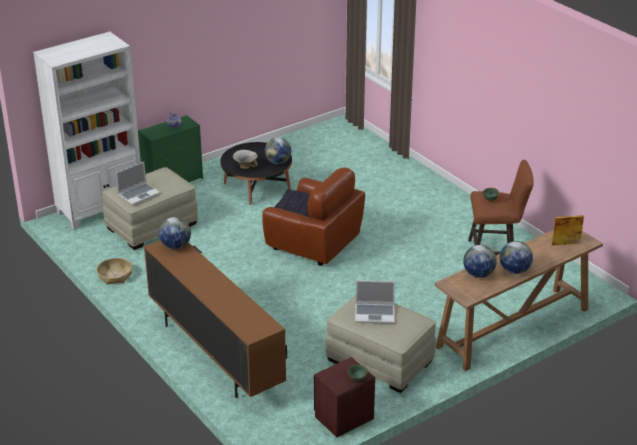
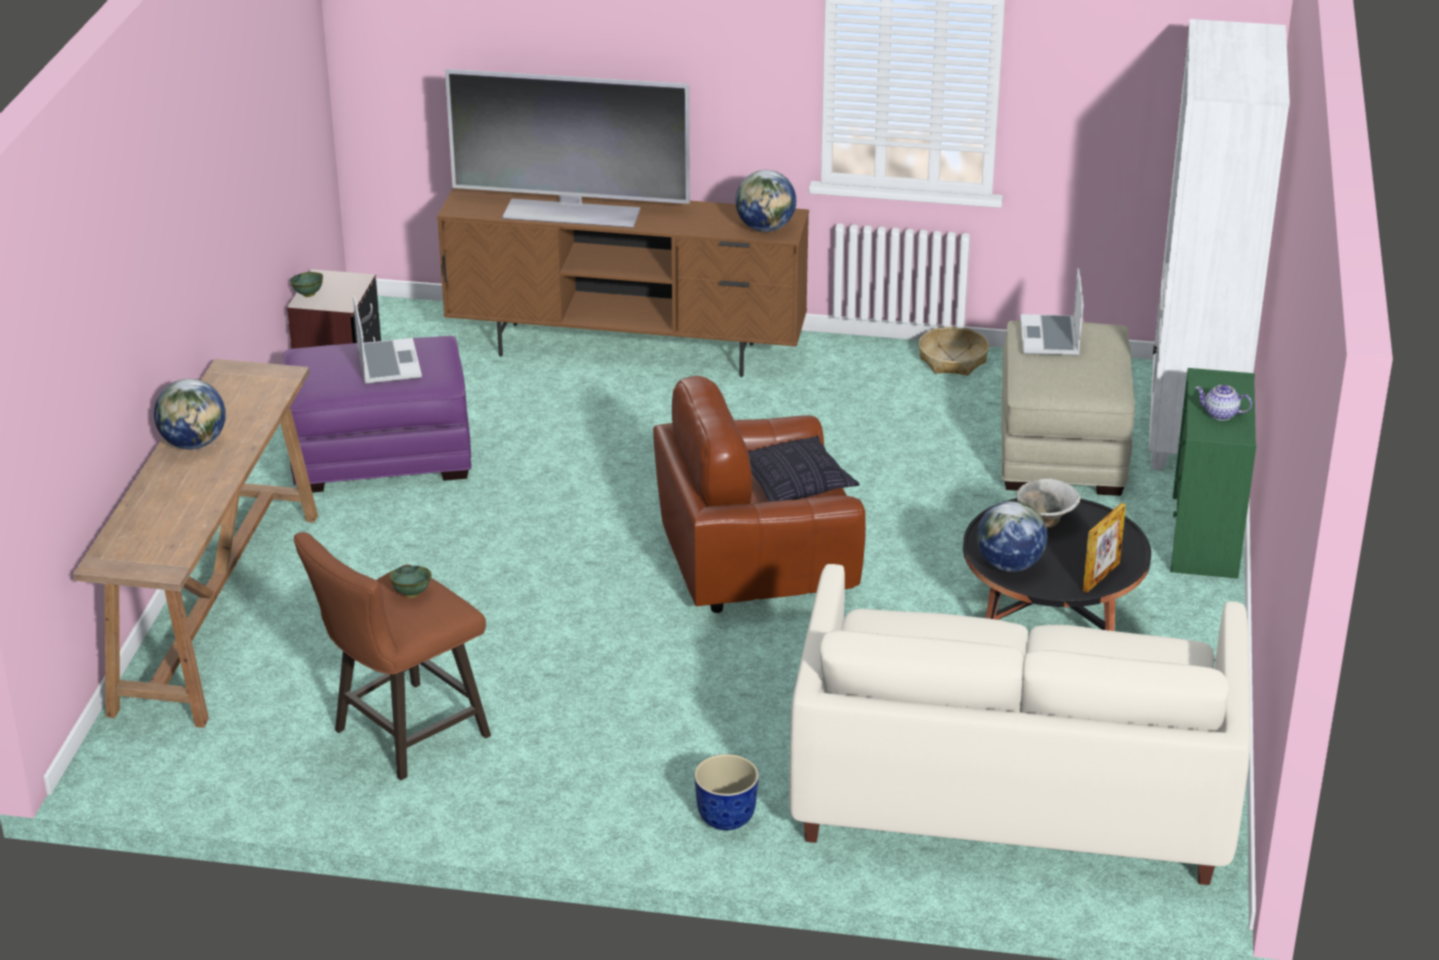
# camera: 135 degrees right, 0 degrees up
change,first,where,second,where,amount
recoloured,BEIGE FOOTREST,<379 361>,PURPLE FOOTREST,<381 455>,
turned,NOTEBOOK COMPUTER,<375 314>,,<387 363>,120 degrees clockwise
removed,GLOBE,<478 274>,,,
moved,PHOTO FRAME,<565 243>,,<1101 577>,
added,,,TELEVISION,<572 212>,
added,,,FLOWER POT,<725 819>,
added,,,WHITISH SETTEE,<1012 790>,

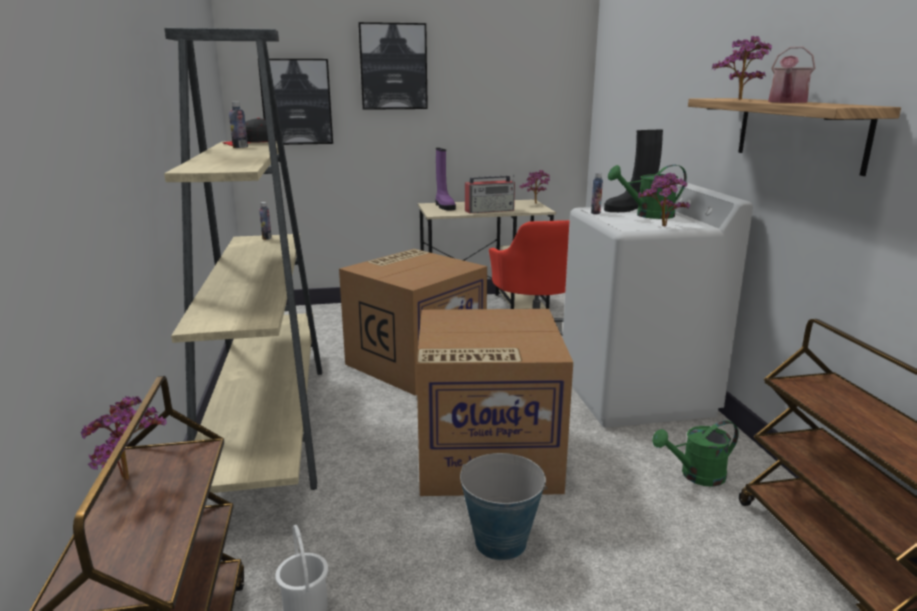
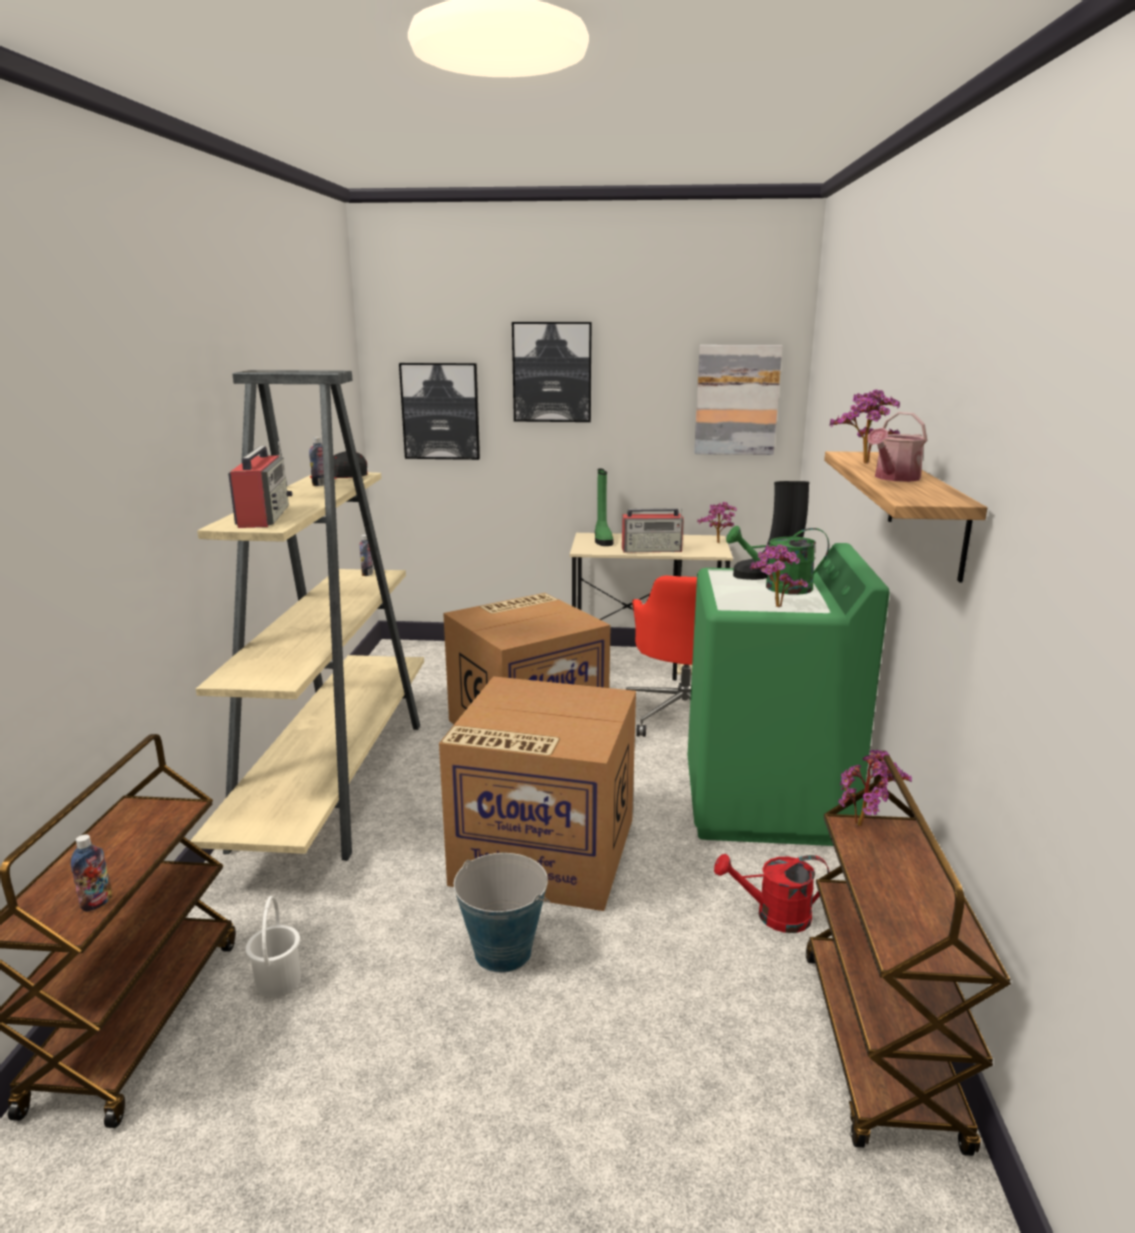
# camera: 15 degrees right, 0 degrees up
change,first,where,second,where,amount
moved,PLANT IN A POT,<132 479>,,<865 827>,
recoloured,PURPLE BOOT,<444 206>,GREENISH BOOT,<602 540>,
recoloured,WHITISH LAUNDRY APPLIANCE,<636 394>,GREENISH LAUNDRY APPLIANCE,<766 803>,
moved,DRINK BOTTLE,<595 212>,,<97 903>,
recoloured,GREENISH WATERING POT,<696 476>,RED WATERING POT,<773 916>,
added,,,RADIO SET,<263 516>,
added,,,WALL PICTURE,<736 400>,

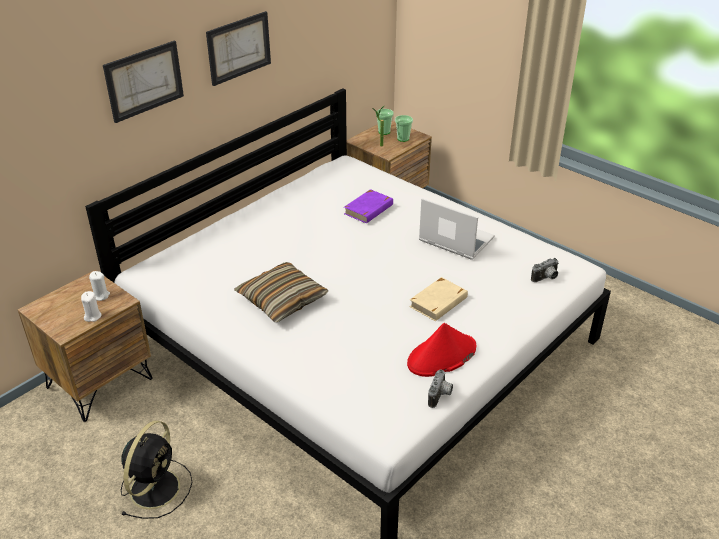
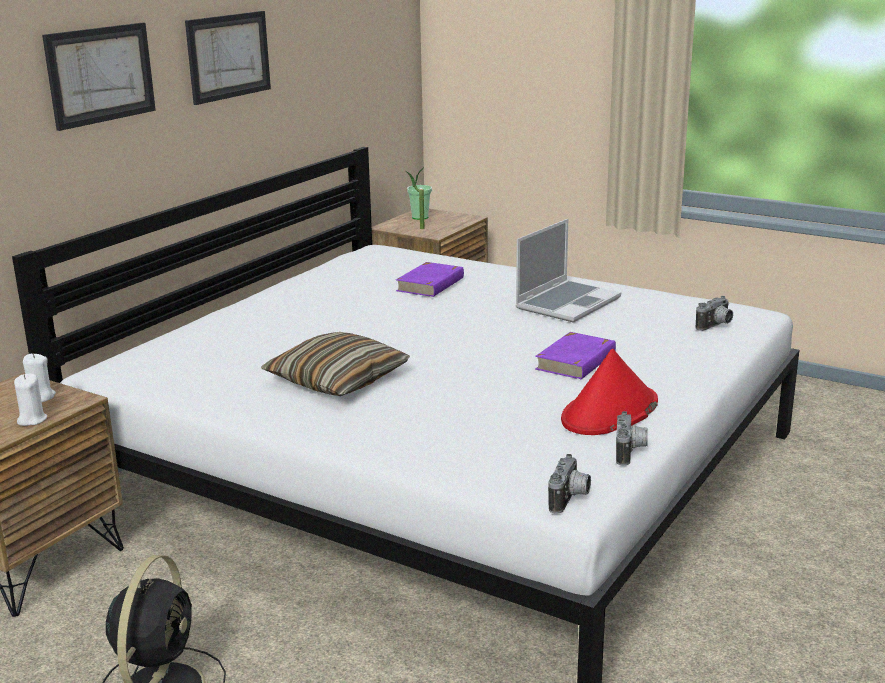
# camera: 10 degrees left, 15 degrees down
change,first,where,second,where,amount
removed,SMALL CUP,<403 138>,,,
recoloured,BEIGE VOLUME,<439 302>,PURPLE VOLUME,<576 361>,
turned,NOTEBOOK COMPUTER,<454 240>,,<567 303>,105 degrees clockwise
added,,,PHOTO CAMERA,<570 499>,

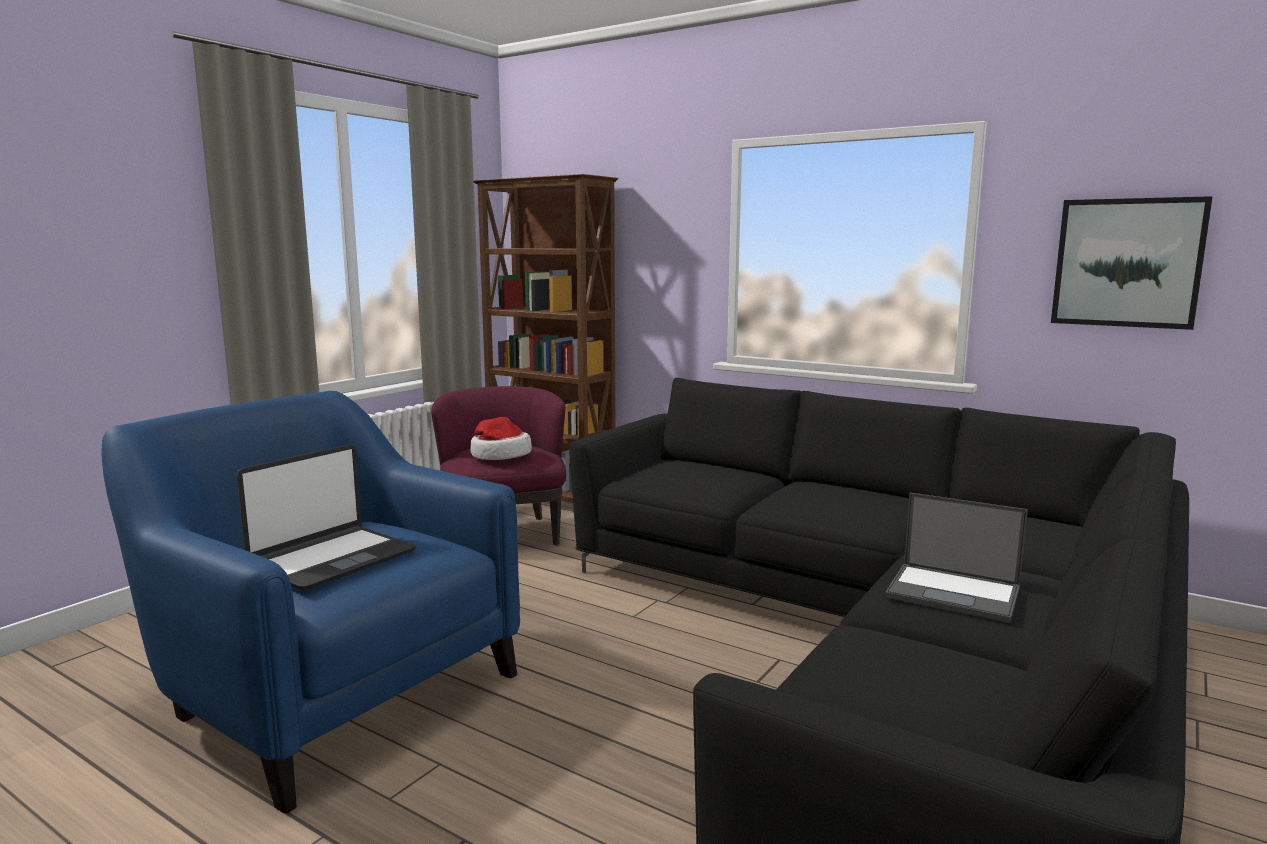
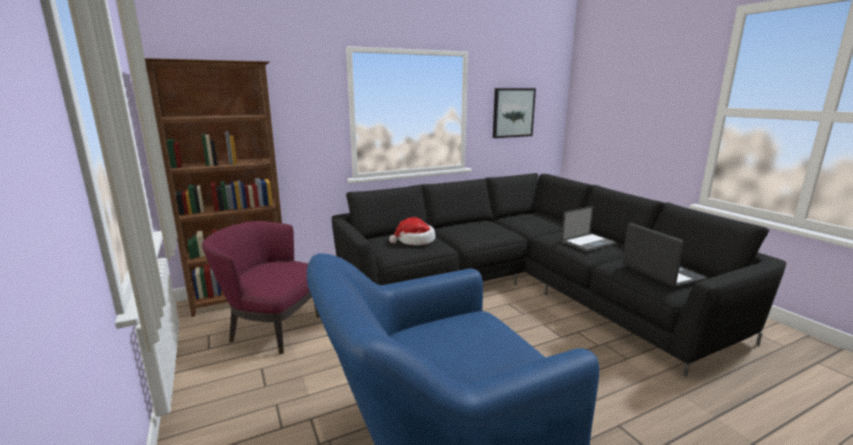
# camera: 60 degrees left, 5 degrees up
change,first,where,second,where,amount
moved,NOTEBOOK COMPUTER,<332 559>,,<661 273>,
moved,HAT,<499 455>,,<415 241>,

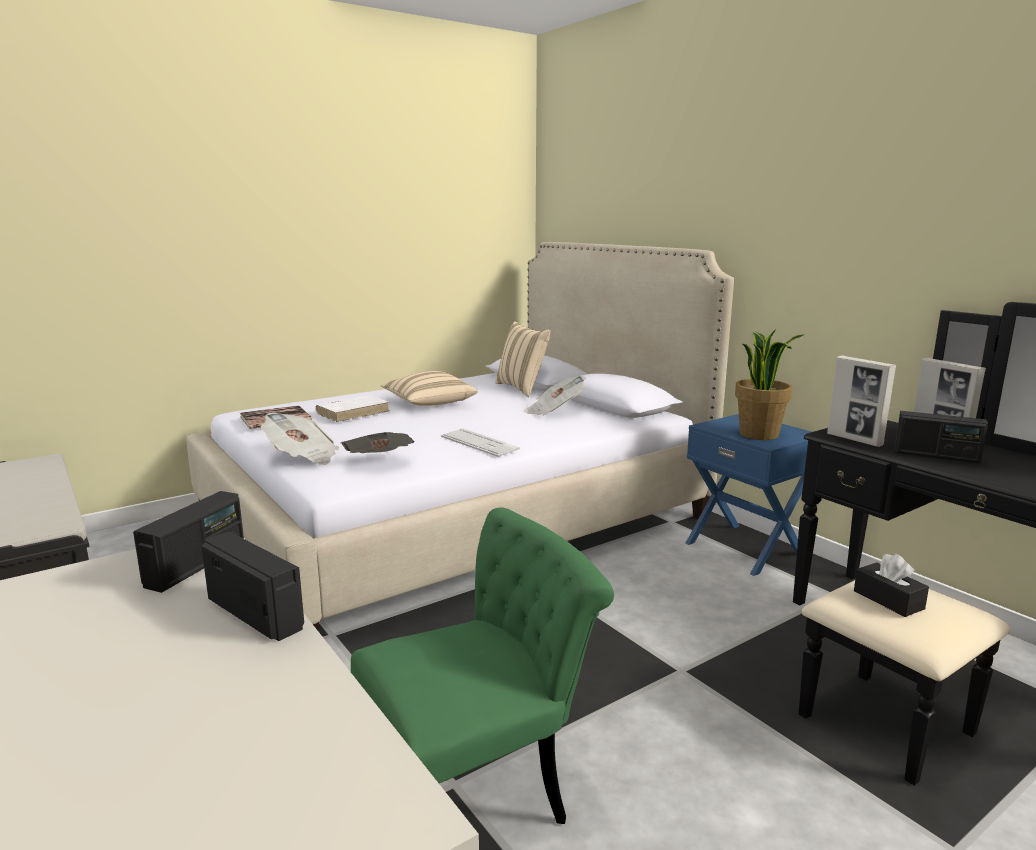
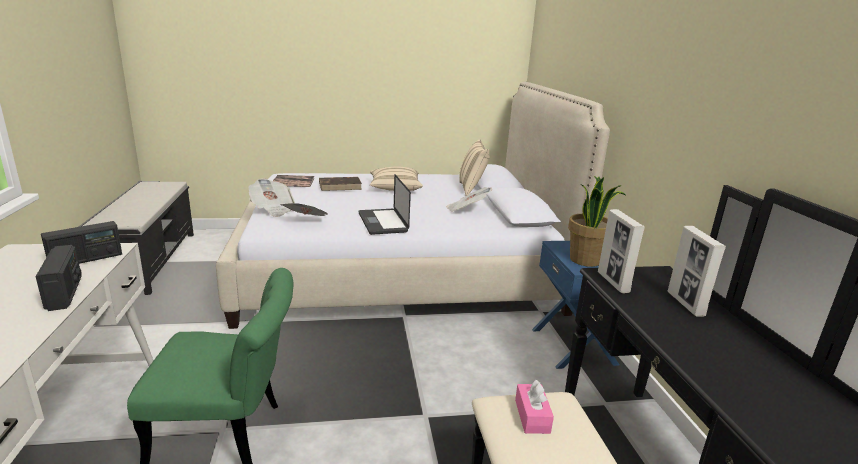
# camera: 25 degrees right, 5 degrees up
change,first,where,second,where,amount
recoloured,WHITISH VOLUME,<353 412>,BROWN VOLUME,<340 186>,
replaced,PC KEYBOARD,<479 443>,NOTEBOOK COMPUTER,<382 222>,
recoloured,BLACK-COLOURED BOX OF TISSUES,<888 600>,PINK-COLOURED BOX OF TISSUES,<532 416>,
removed,RADIO SET,<936 456>,,,

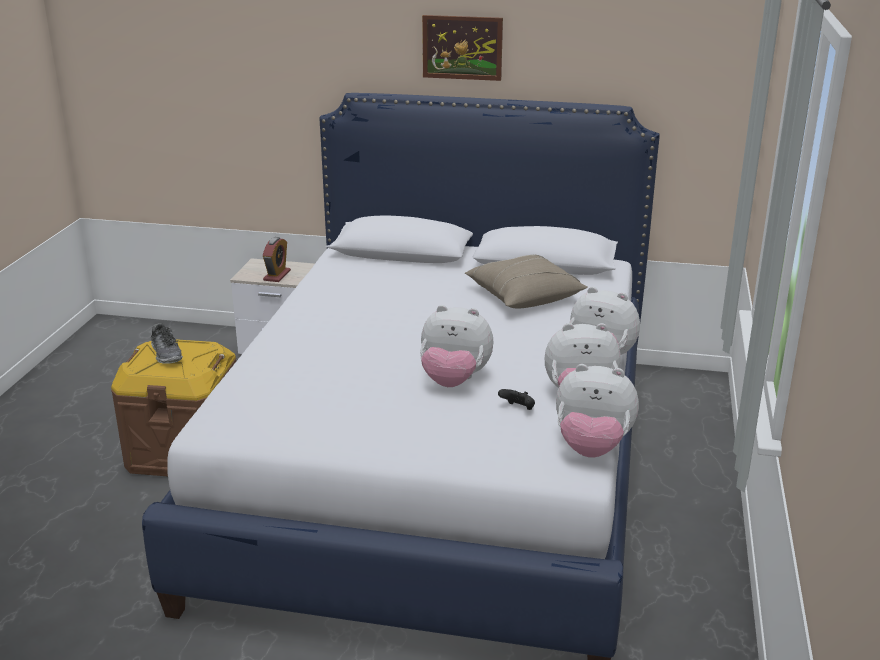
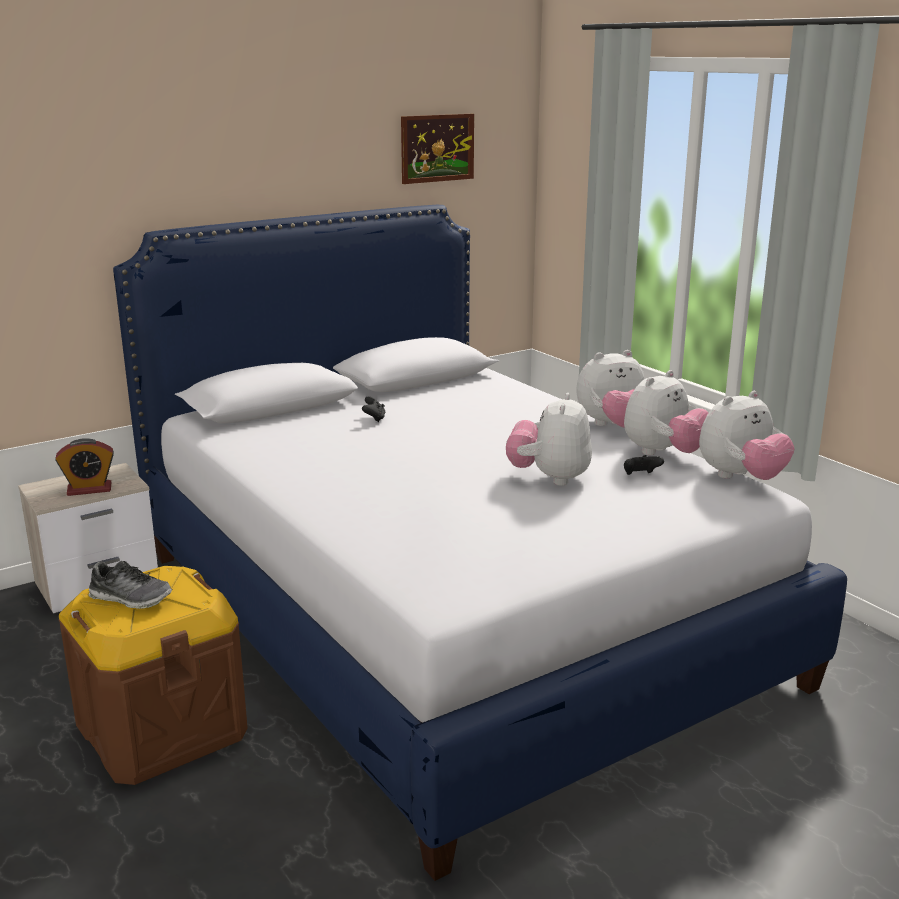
# camera: 45 degrees left, 5 degrees down
change,first,where,second,where,amount
turned,TABLE CLOCK,<277 275>,,<89 489>,105 degrees clockwise
turned,CUDDLY TOY,<454 381>,,<549 478>,135 degrees clockwise
moved,WALL PICTURE,<462 47>,,<437 148>,
removed,BEIGE THROW PILLOW,<524 296>,,,
added,,,BLACK-COLOURED GAMEPAD,<374 419>,

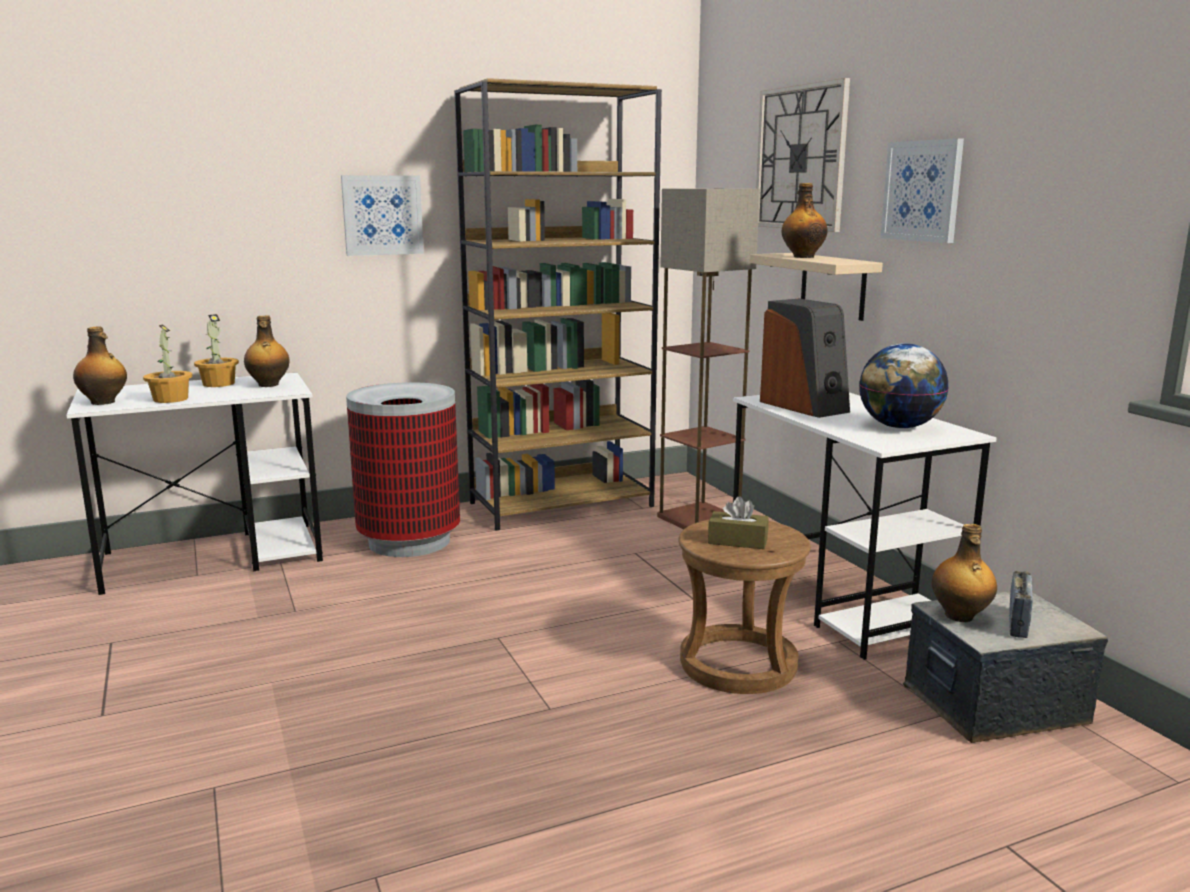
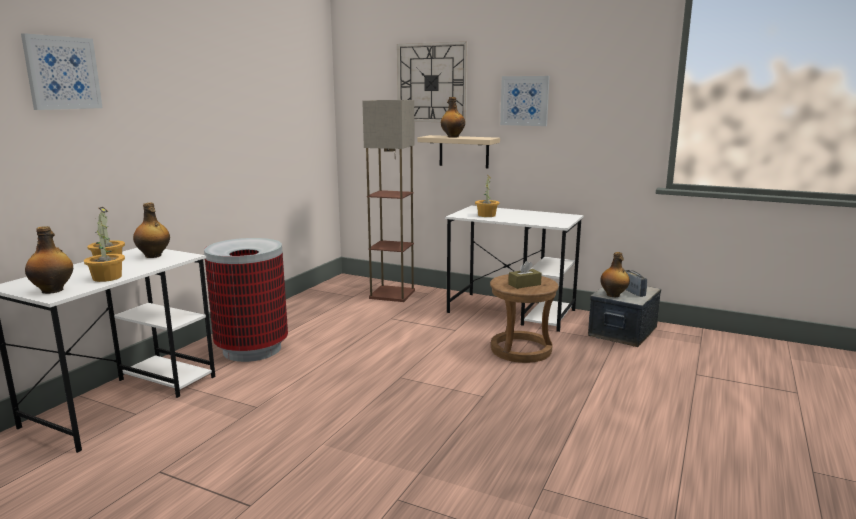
# camera: 40 degrees left, 0 degrees up
change,first,where,second,where,amount
moved,WALL PICTURE,<382 215>,,<62 73>,
removed,BROWN SHELVING UNIT,<562 504>,,,
replaced,SPEAKER,<804 406>,PLANT IN A POT,<486 215>,
removed,GLOBE,<899 427>,,,

